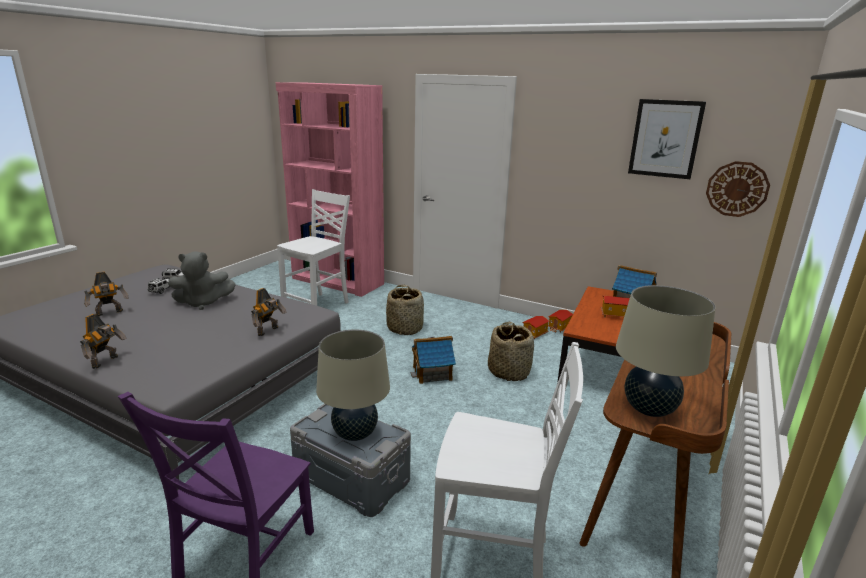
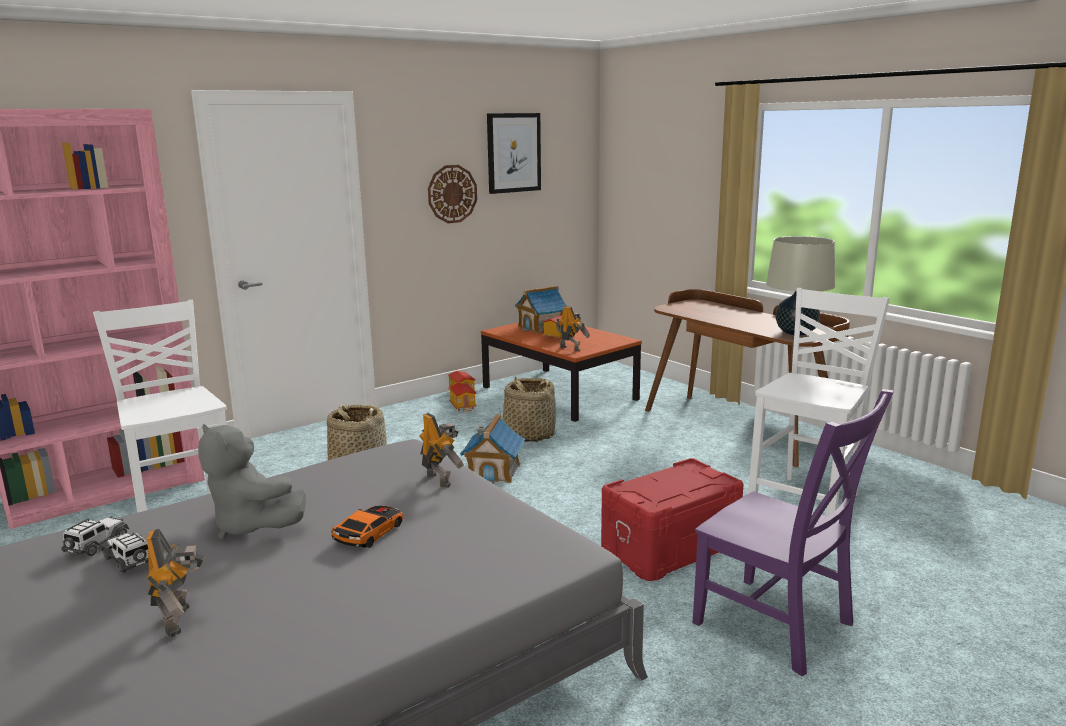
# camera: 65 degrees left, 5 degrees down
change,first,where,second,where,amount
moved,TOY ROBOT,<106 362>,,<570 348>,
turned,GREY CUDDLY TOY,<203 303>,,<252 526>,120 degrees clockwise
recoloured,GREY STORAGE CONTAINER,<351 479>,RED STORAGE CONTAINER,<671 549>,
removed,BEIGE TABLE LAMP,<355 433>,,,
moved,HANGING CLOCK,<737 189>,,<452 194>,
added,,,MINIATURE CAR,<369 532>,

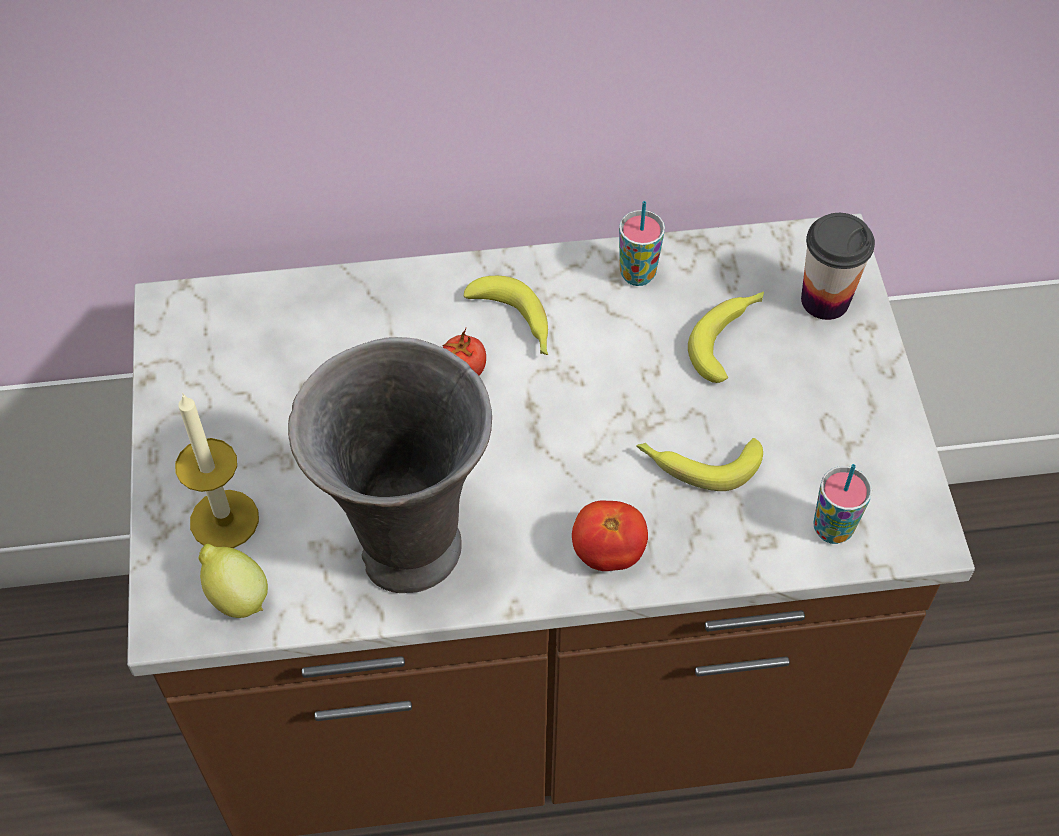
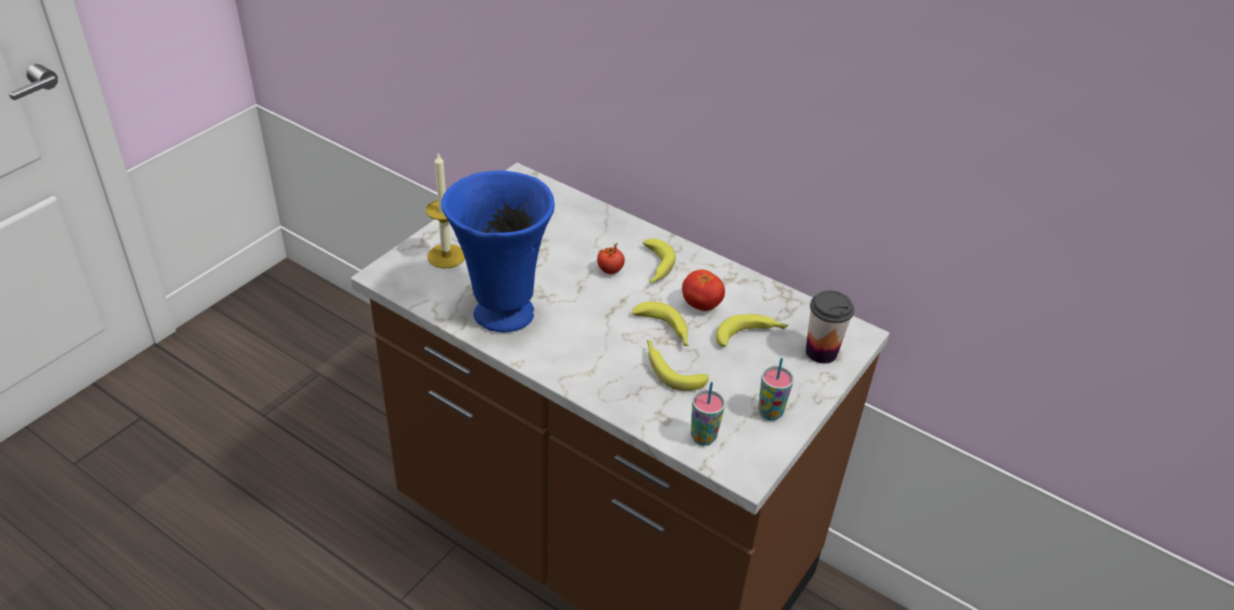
# camera: 40 degrees right, 15 degrees down
change,first,where,second,where,amount
removed,LEMON,<236 596>,,,
recoloured,GREY FLOWER VASE,<407 552>,BLUE FLOWER VASE,<501 314>,
moved,TOMATO,<608 552>,,<701 305>,
moved,SMALL CUP,<637 274>,,<770 412>,
added,,,BANANA,<665 330>,

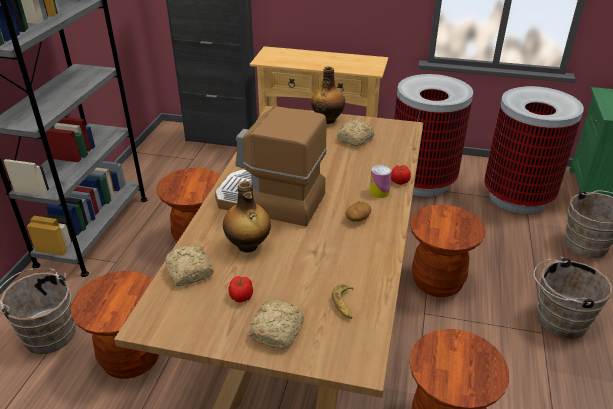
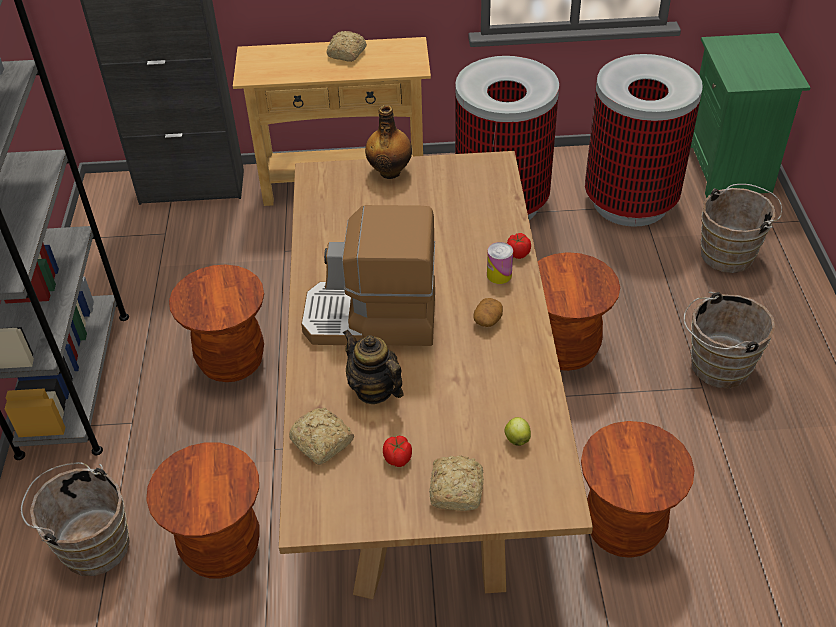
# camera: 15 degrees left, 10 degrees up
change,first,where,second,where,amount
replaced,DRINK BOTTLE,<248 246>,TEAPOT,<374 390>,
replaced,BANANA,<344 305>,APPLE FRUIT,<517 439>,
moved,BREAD,<354 139>,,<346 54>,

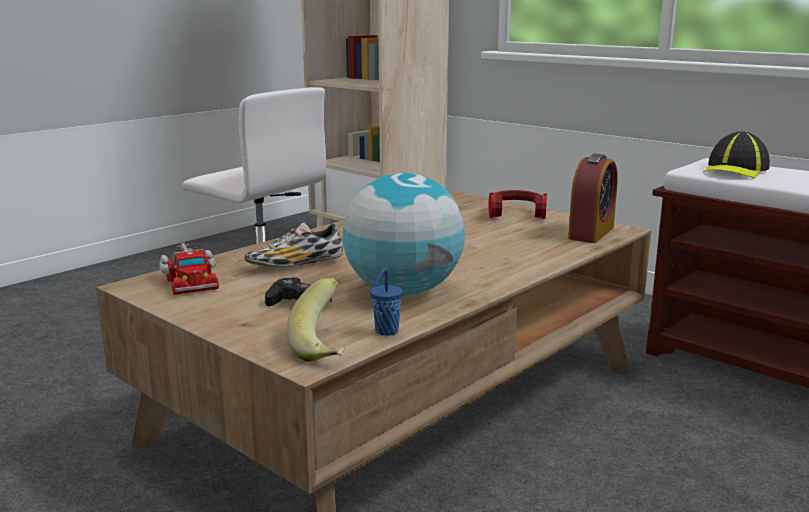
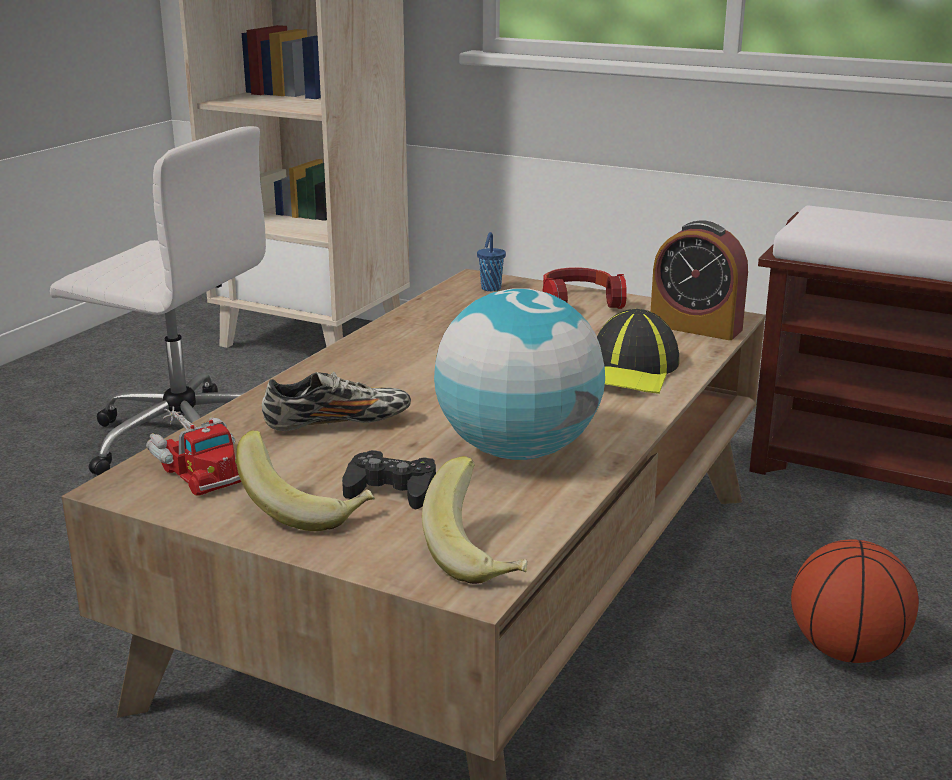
# camera: 15 degrees left, 5 degrees up
change,first,where,second,where,amount
turned,SHOE,<296 266>,,<337 424>,150 degrees counterclockwise
moved,BLUE SMALL CUP,<385 332>,,<490 289>,
turned,TABLE CLOCK,<591 233>,,<695 327>,105 degrees clockwise
moved,CAP,<735 170>,,<631 370>,
added,,,BANANA,<306 510>,
added,,,BASKETBALL,<846 651>,

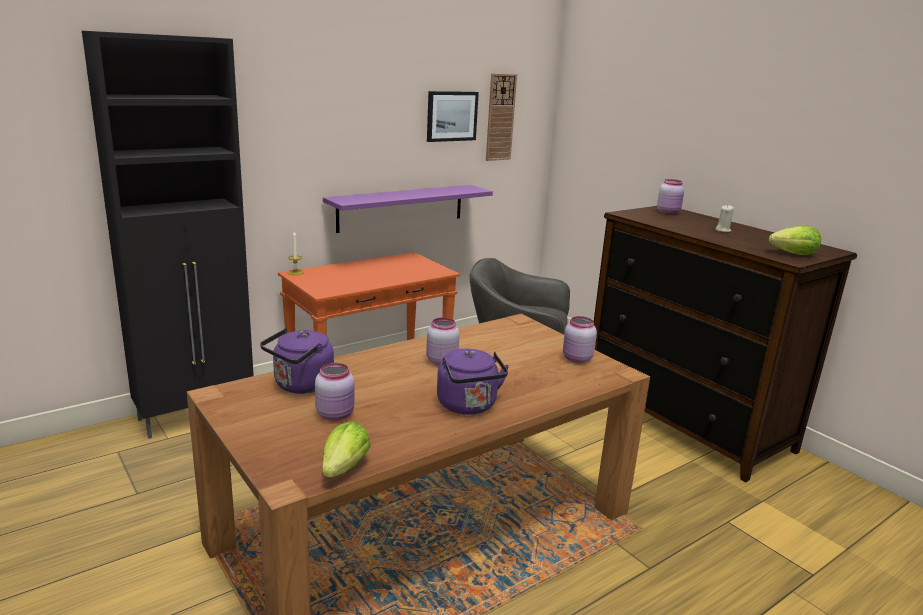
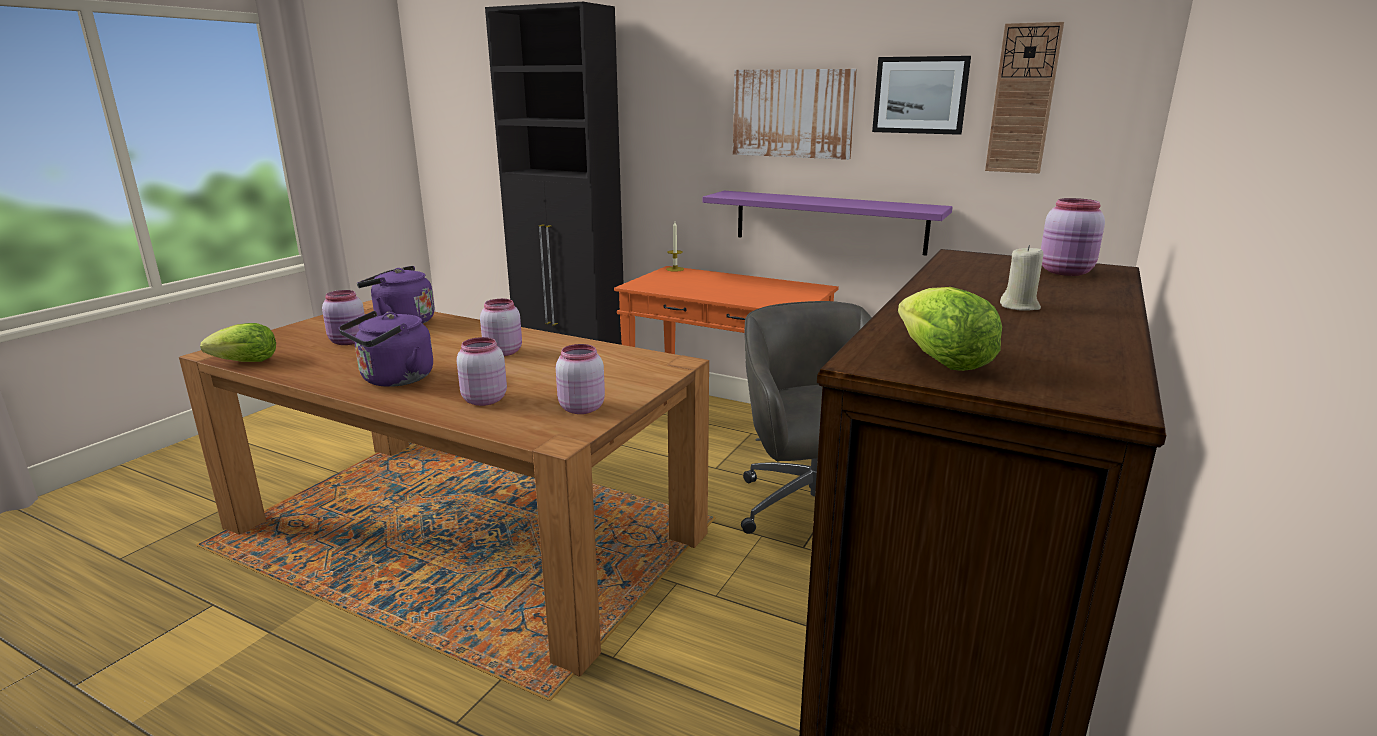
# camera: 65 degrees right, 0 degrees up
change,first,where,second,where,amount
added,,,PINK-COLOURED PRESERVE JAR,<483 400>,
added,,,WALL PICTURE,<792 113>,

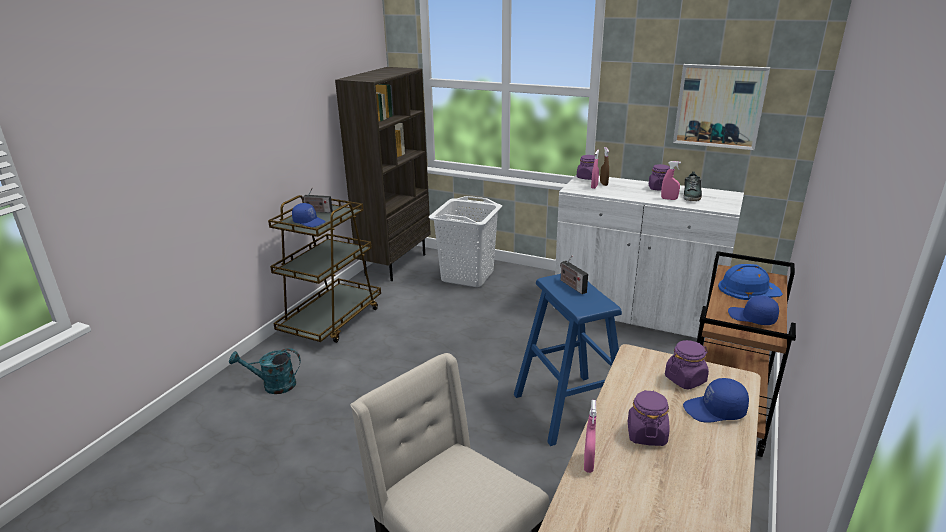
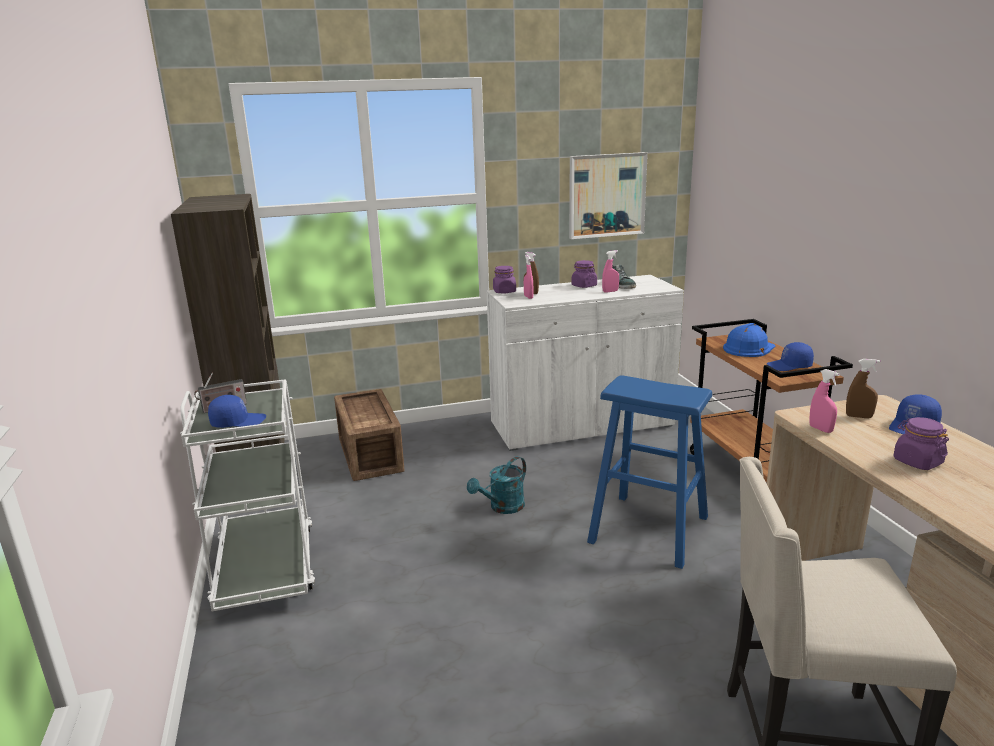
# camera: 40 degrees left, 5 degrees down
change,first,where,second,where,amount
moved,BLUE-GREEN WATERING POT,<273 385>,,<502 508>,
recoloured,BROWN WHEELED CART,<332 320>,WHITISH WHEELED CART,<266 568>,
replaced,WHITISH LAUNDRY BASKET,<468 276>,SHIPPING CRATE,<371 453>,
removed,RADIO SET,<571 285>,,,
moved,PINK-COLOURED SPRAYER,<588 463>,,<820 429>,
replaced,PURPLE PRESERVE JAR,<685 379>,BROWN SPRAYER,<859 416>,

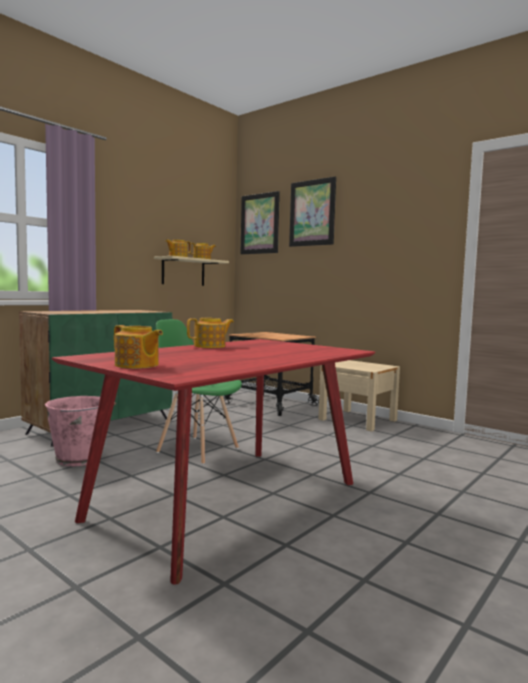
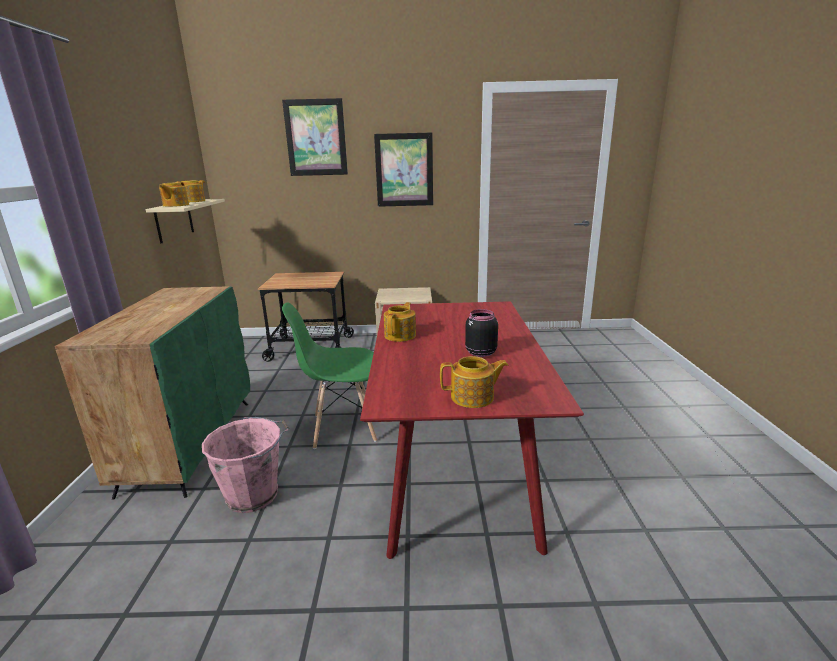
# camera: 40 degrees left, 15 degrees up
change,first,where,second,where,amount
moved,WALL PICTURE,<259 224>,,<404 170>,
added,,,BLACK-COLOURED PRESERVE JAR,<480 352>,

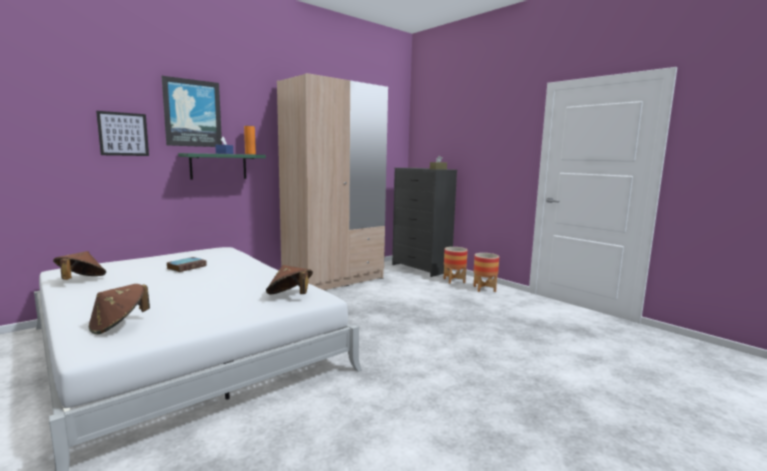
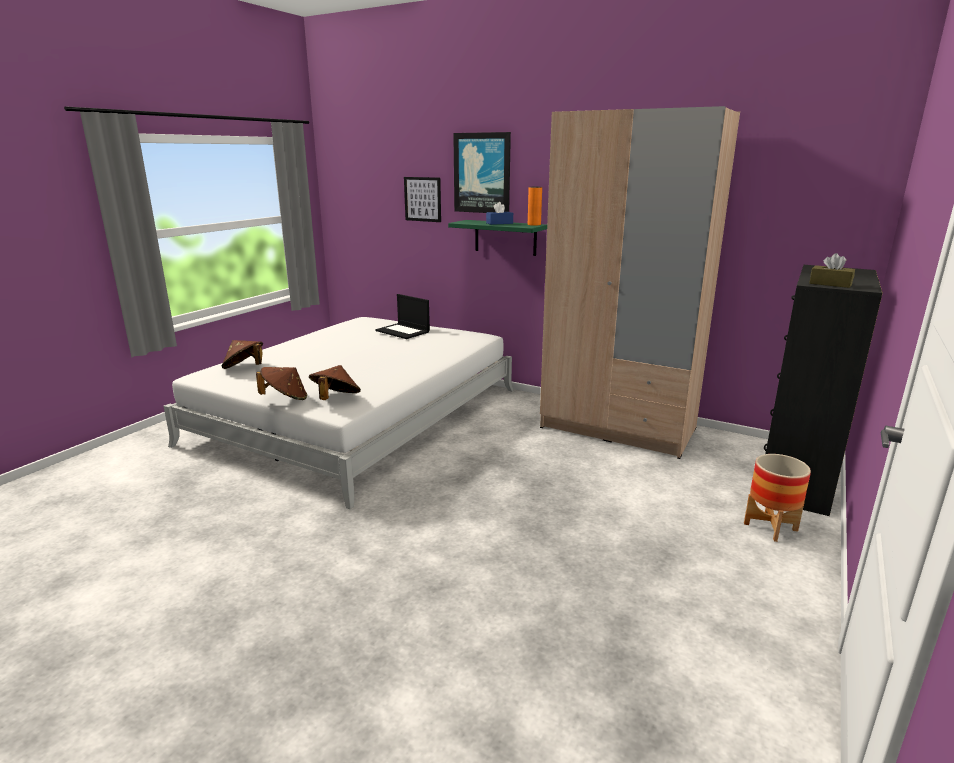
# camera: 70 degrees right, 10 degrees up
change,first,where,second,where,amount
moved,BROWN HAT,<81 280>,,<285 399>,
removed,VOLUME,<187 267>,,,
removed,FLOWER POT,<484 289>,,,
added,,,NOTEBOOK COMPUTER,<403 331>,

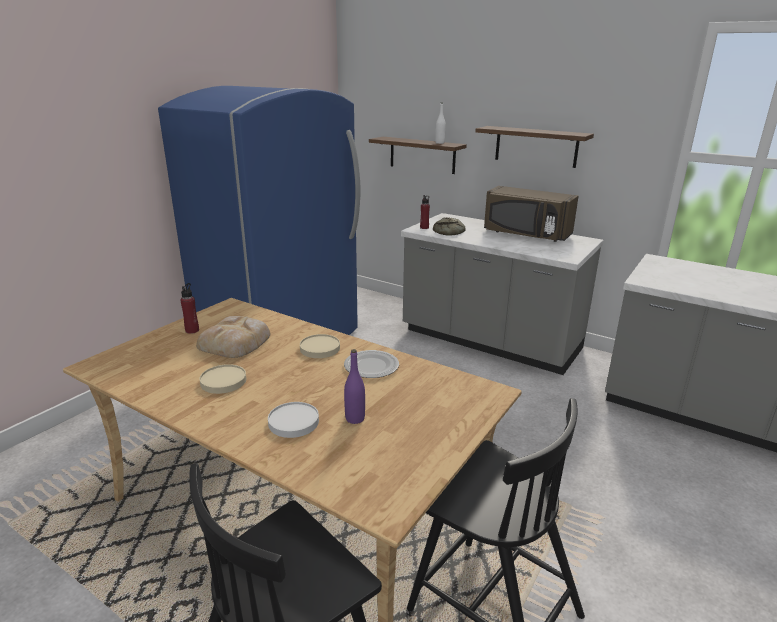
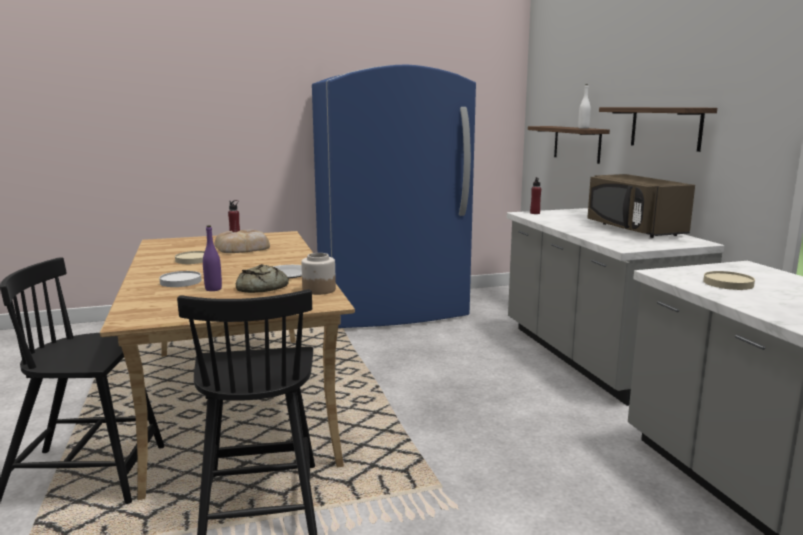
# camera: 40 degrees right, 10 degrees down
change,first,where,second,where,amount
moved,BEIGE FLAT DISH,<319 348>,,<727 283>,
moved,BREAD,<450 232>,,<261 288>,
added,,,PRESERVE JAR,<318 290>,

